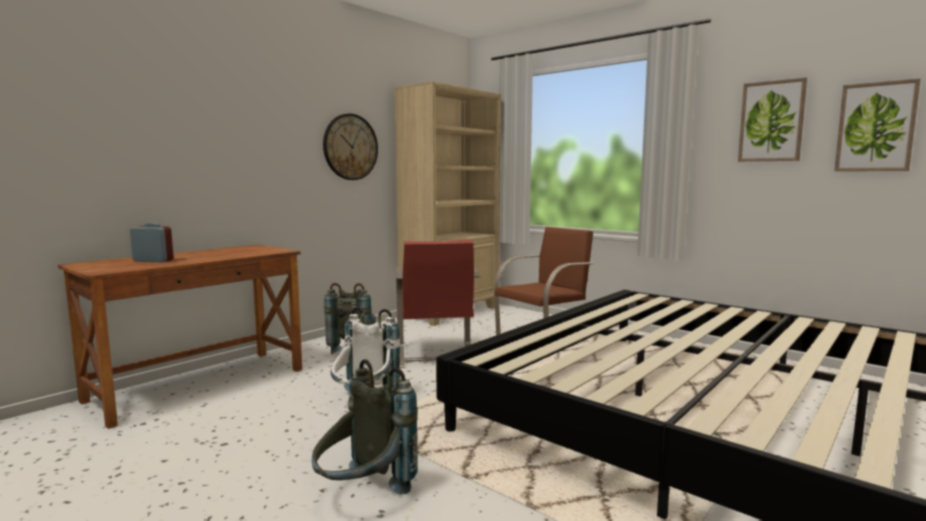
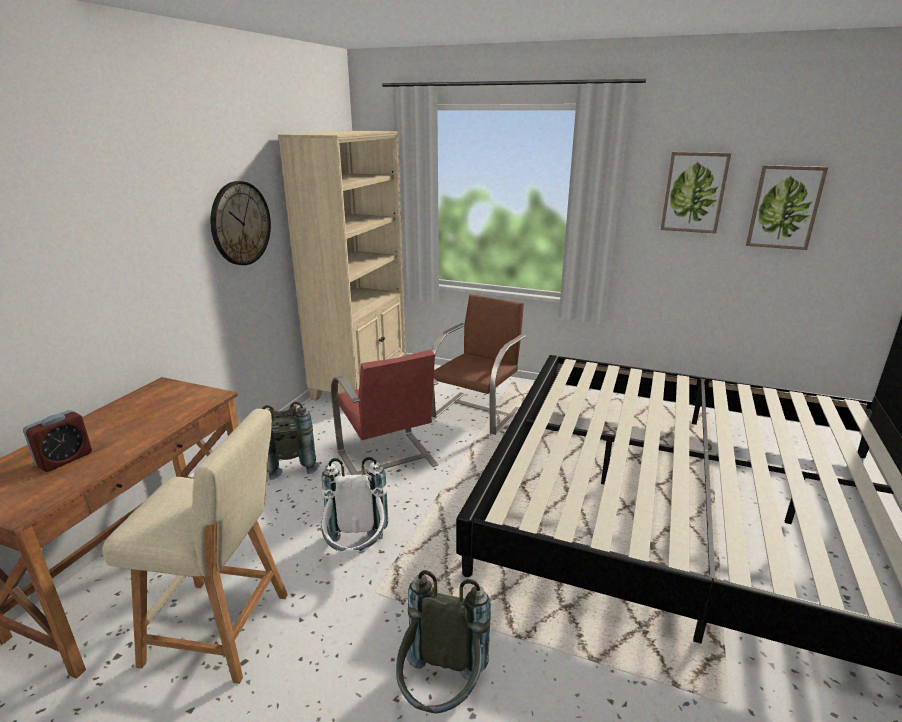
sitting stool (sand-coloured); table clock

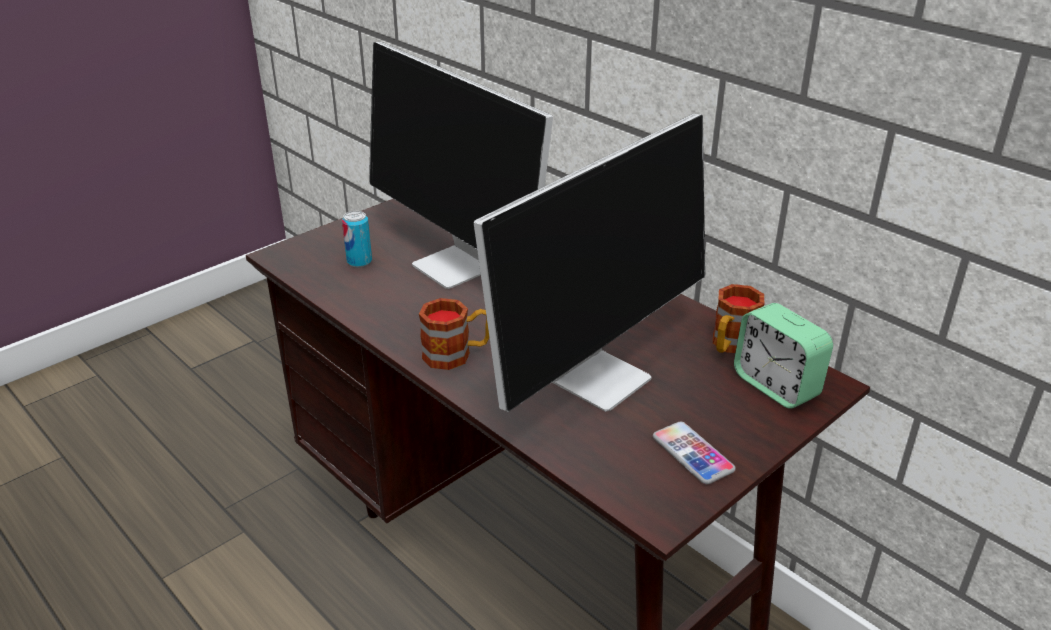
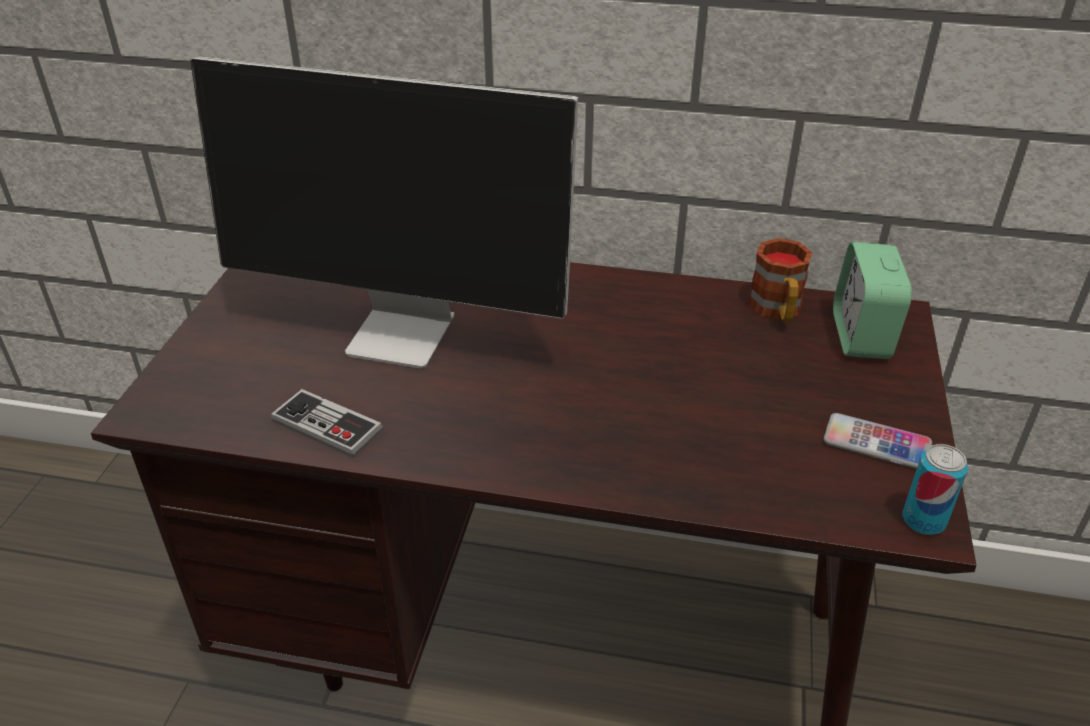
mug (1st from left in the first image); monitor (2nd from left in the first image); joypad; sealed can; table clock

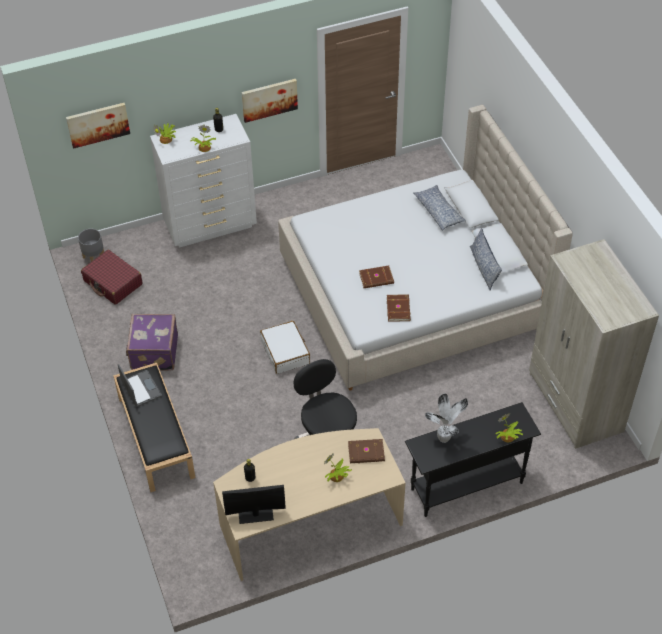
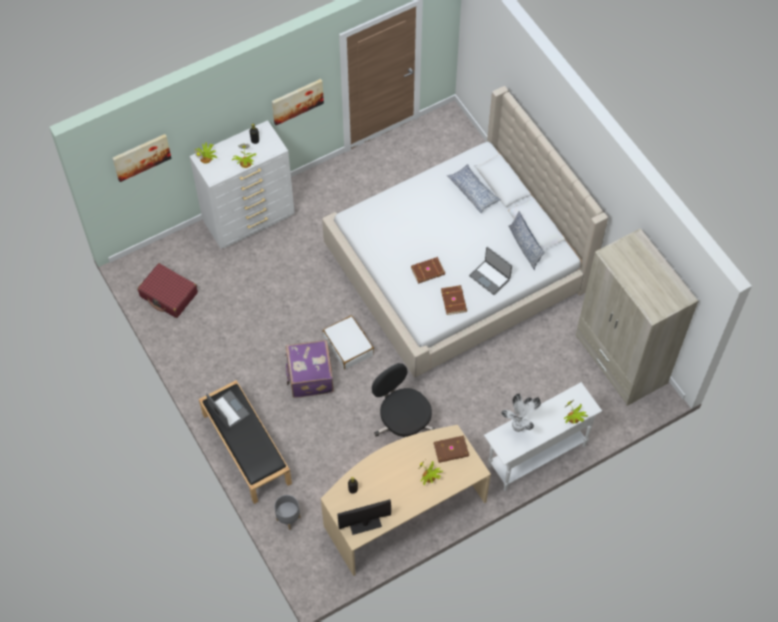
notebook computer (2nd from left); plant pot (grey); piece of luggage (purple); console table (white)

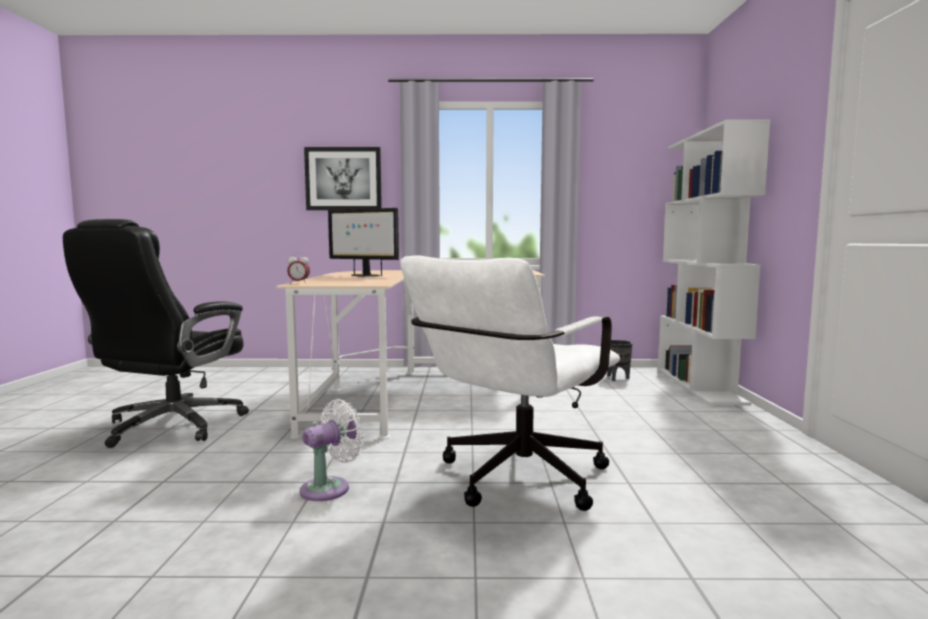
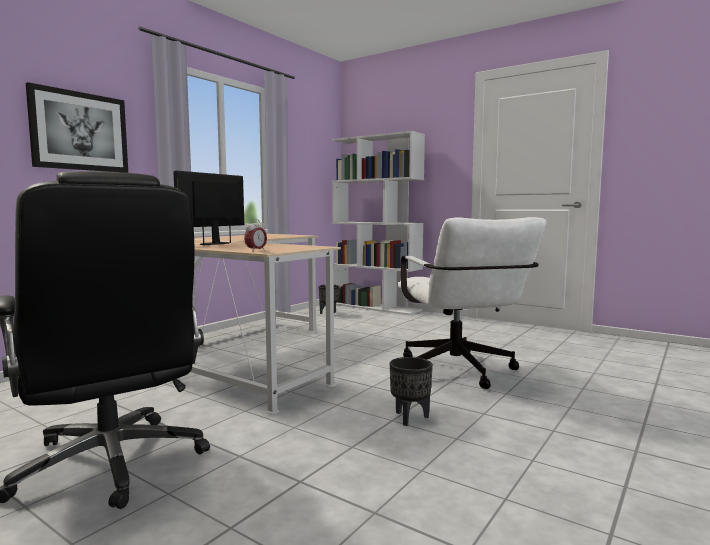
plant pot (blackish) (2nd from left); monitor

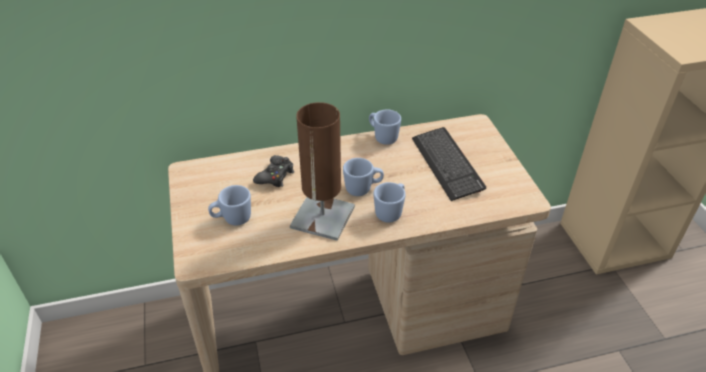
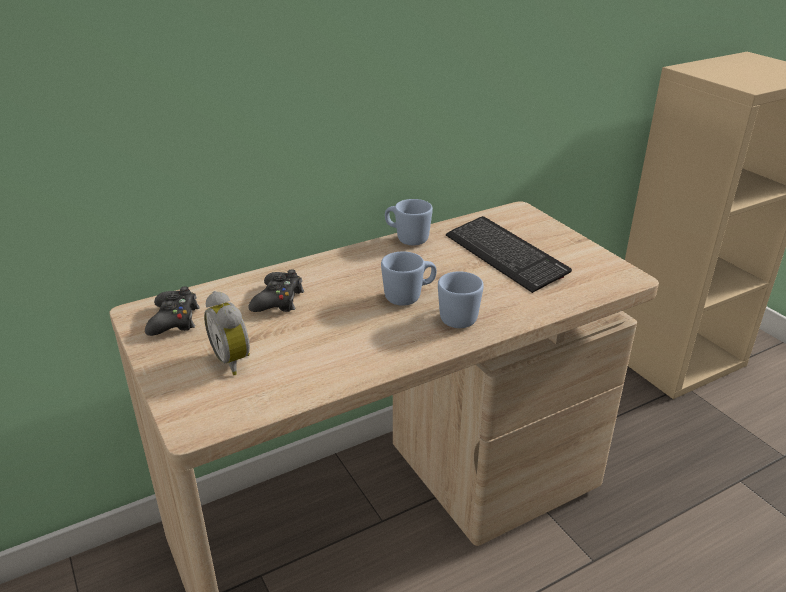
lamp for a table (brown); joypad (blackish) (1st from left); table clock

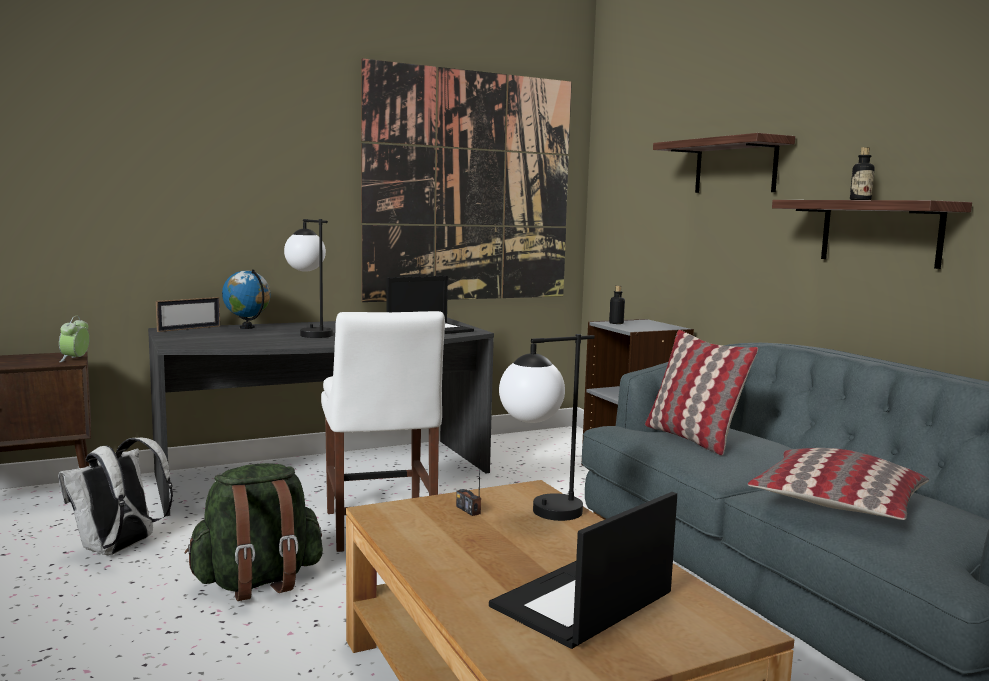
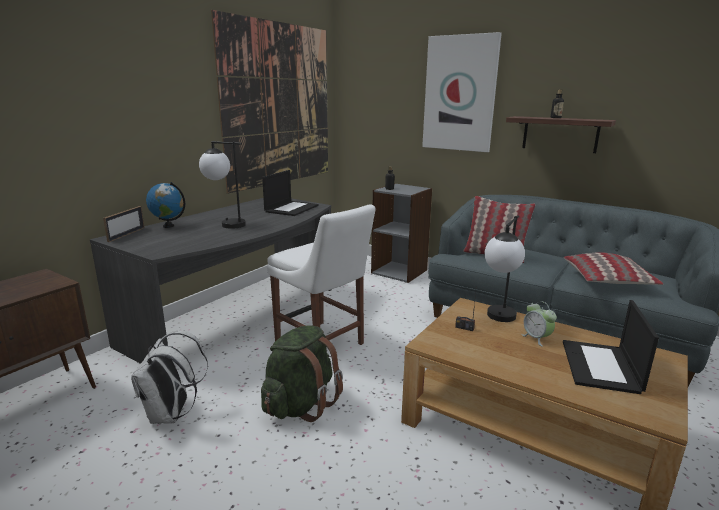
table clock; picture (2nd from left)

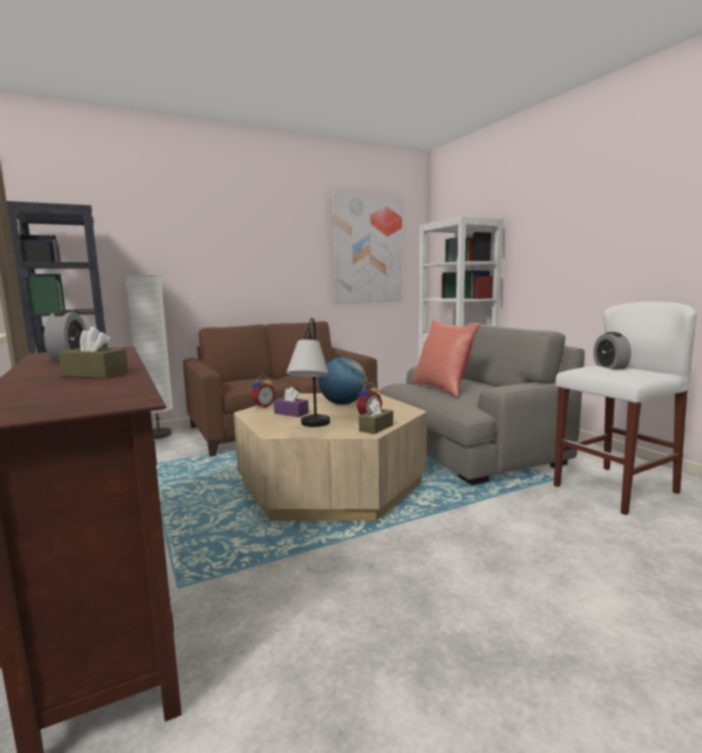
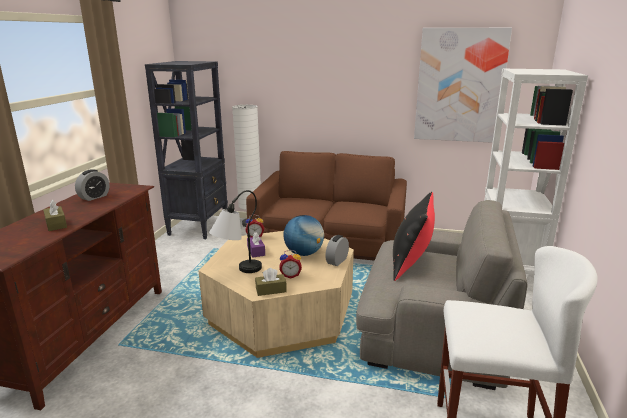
table clock (4th from left); throw pillow (blackish)

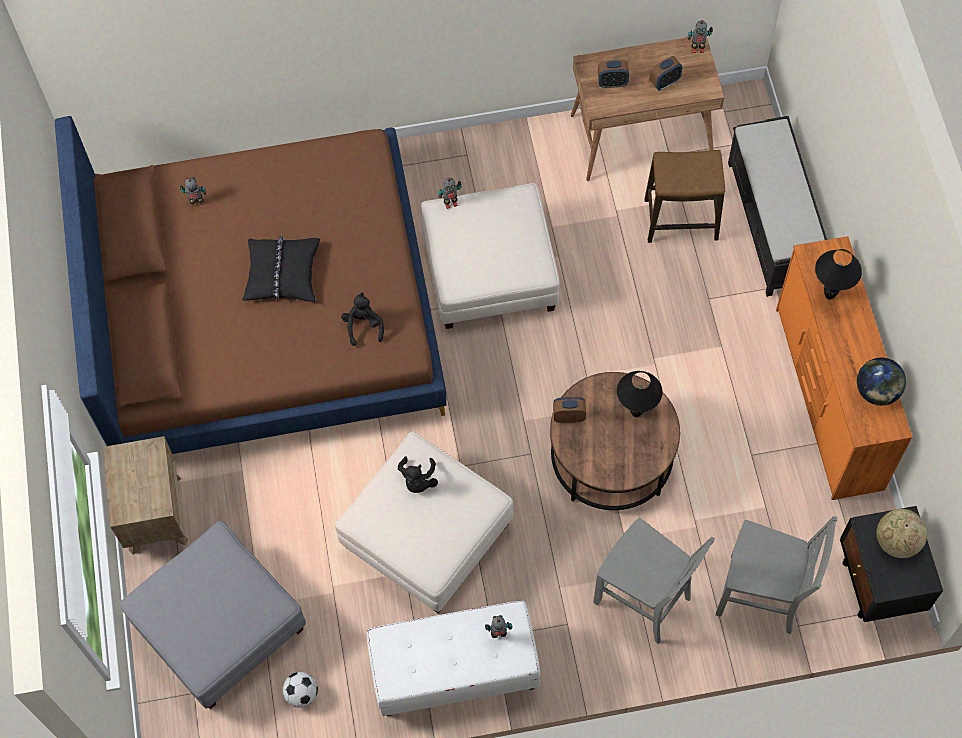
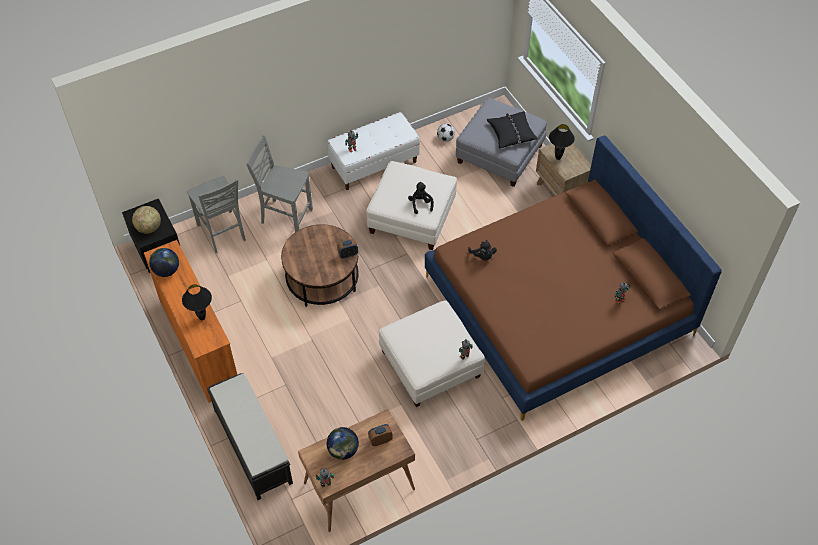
sitting stool; throw pillow (blackish); lamp for a table (blackish) (2nd from left); desk globe (3rd from left); upright chair (grey) (1st from left)

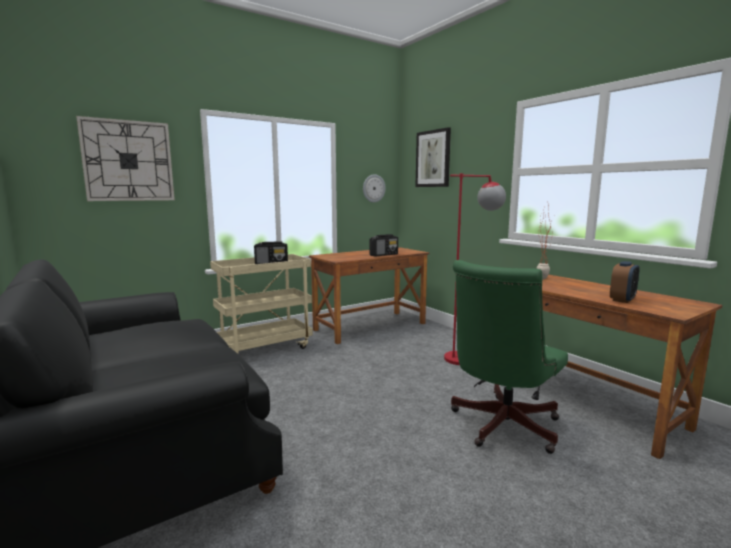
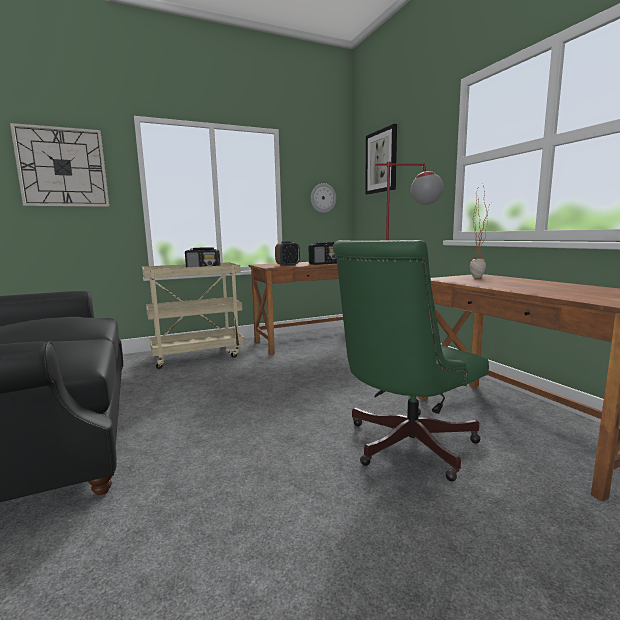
table clock

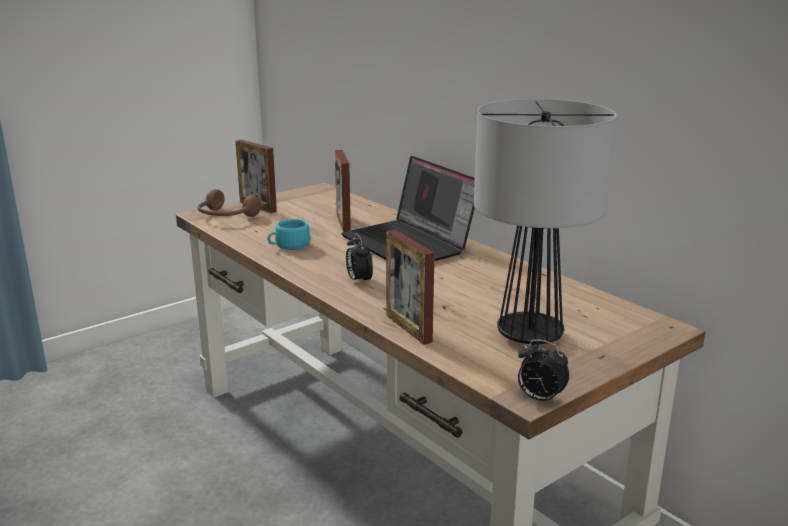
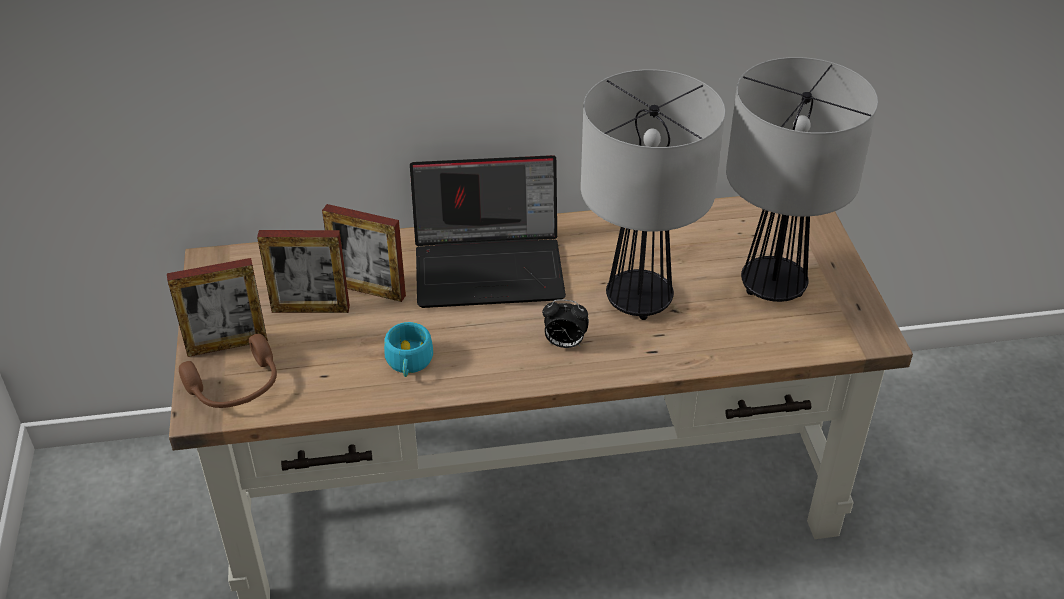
table clock (2nd from left in the first image); lamp for a table (1st from left); standing frame (2nd from left)

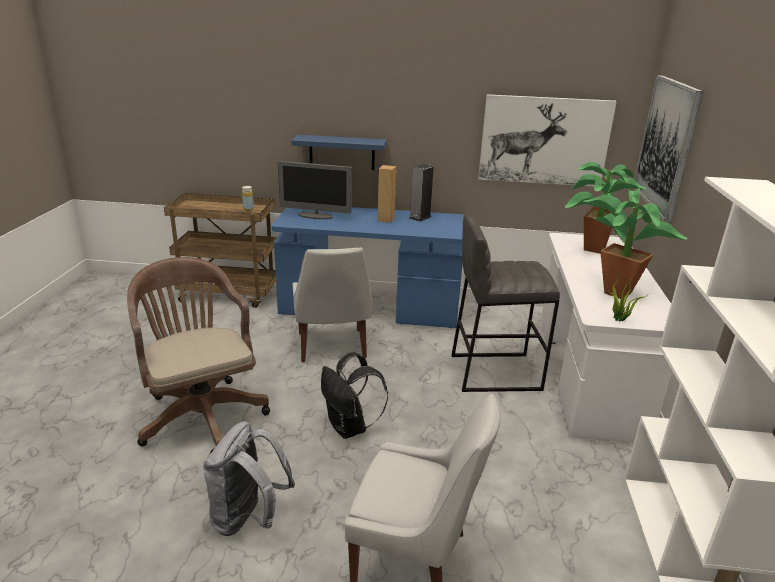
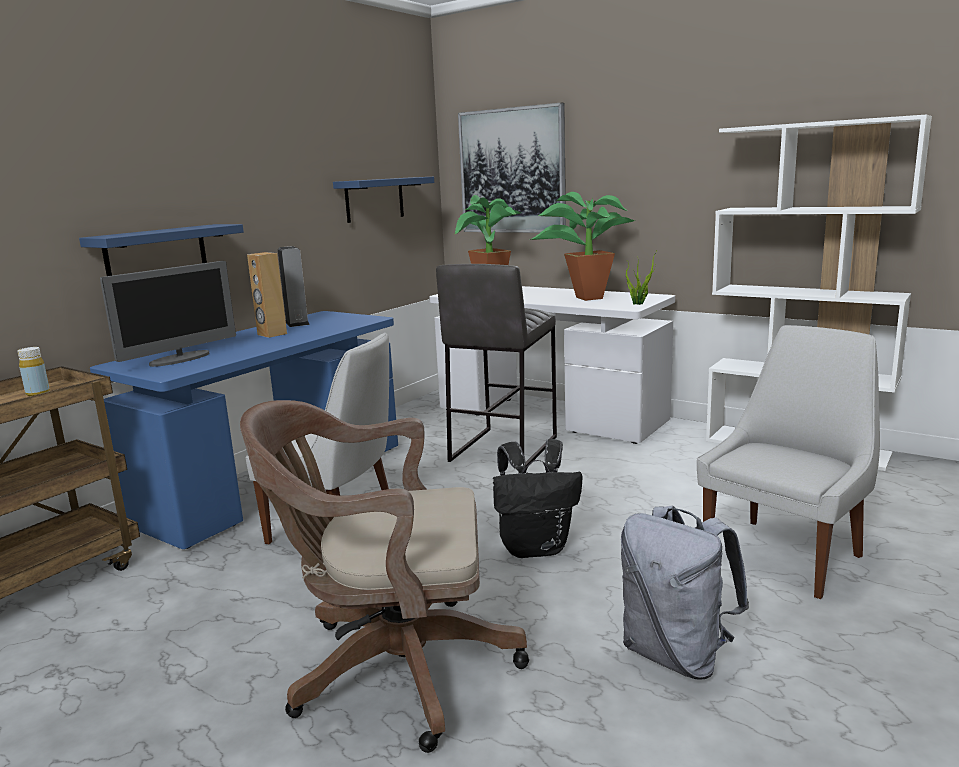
bracket shelf (blue) (2nd from left)

